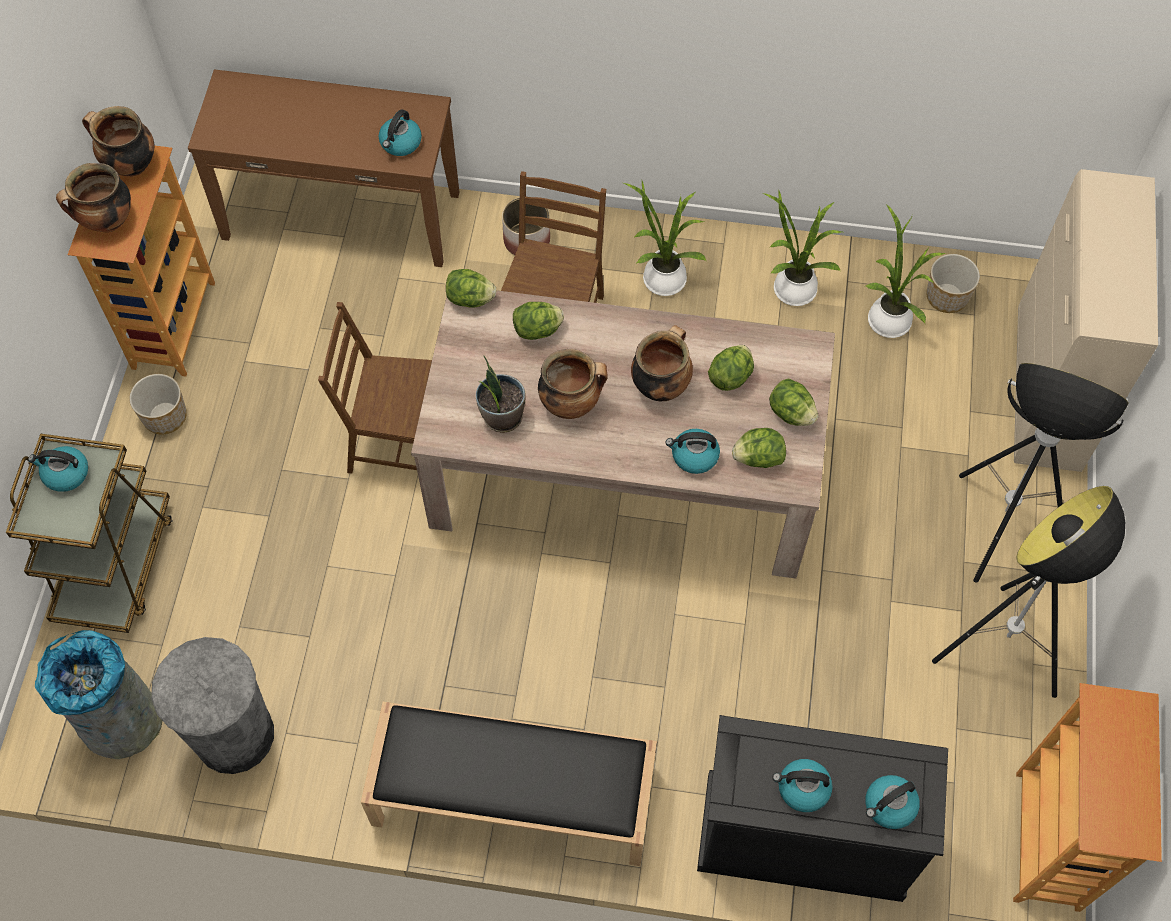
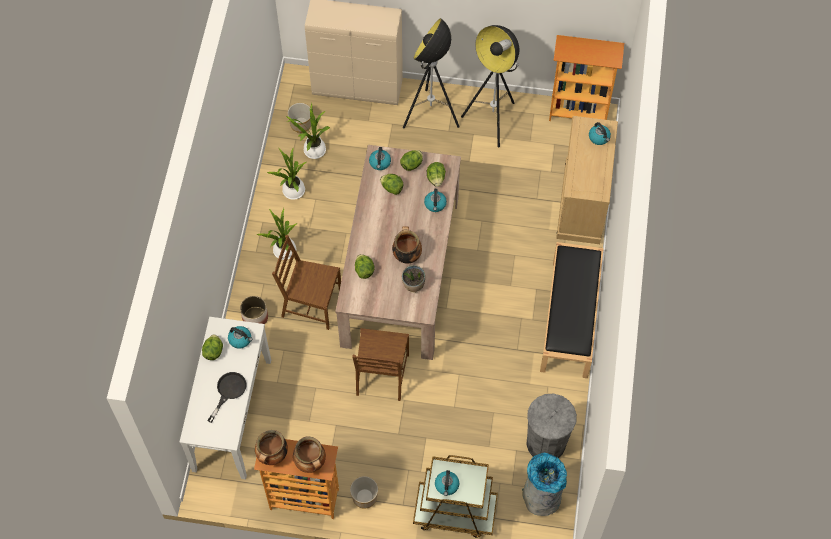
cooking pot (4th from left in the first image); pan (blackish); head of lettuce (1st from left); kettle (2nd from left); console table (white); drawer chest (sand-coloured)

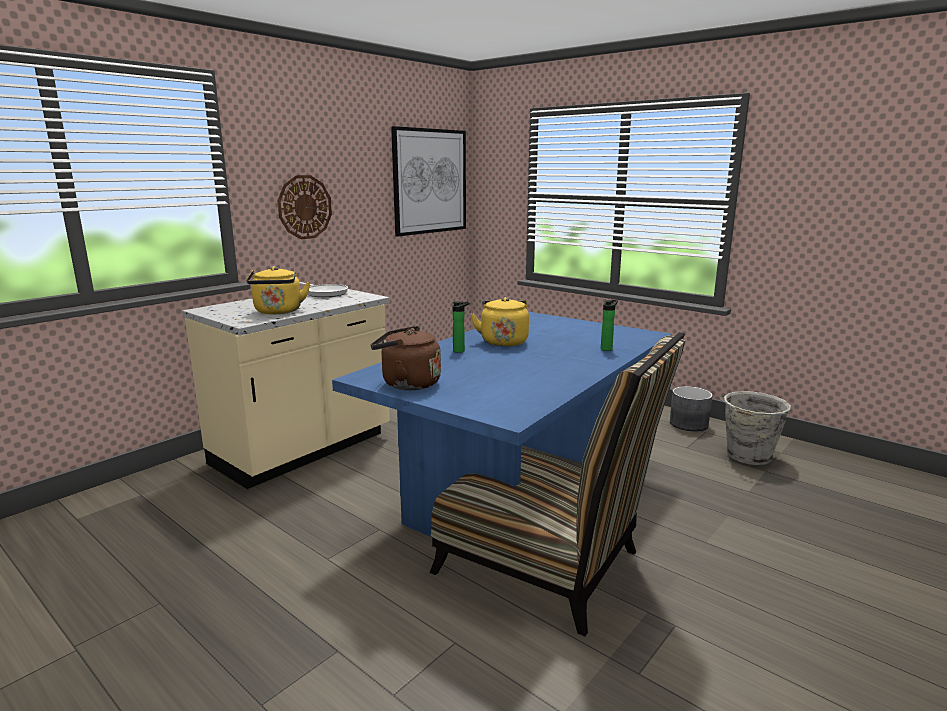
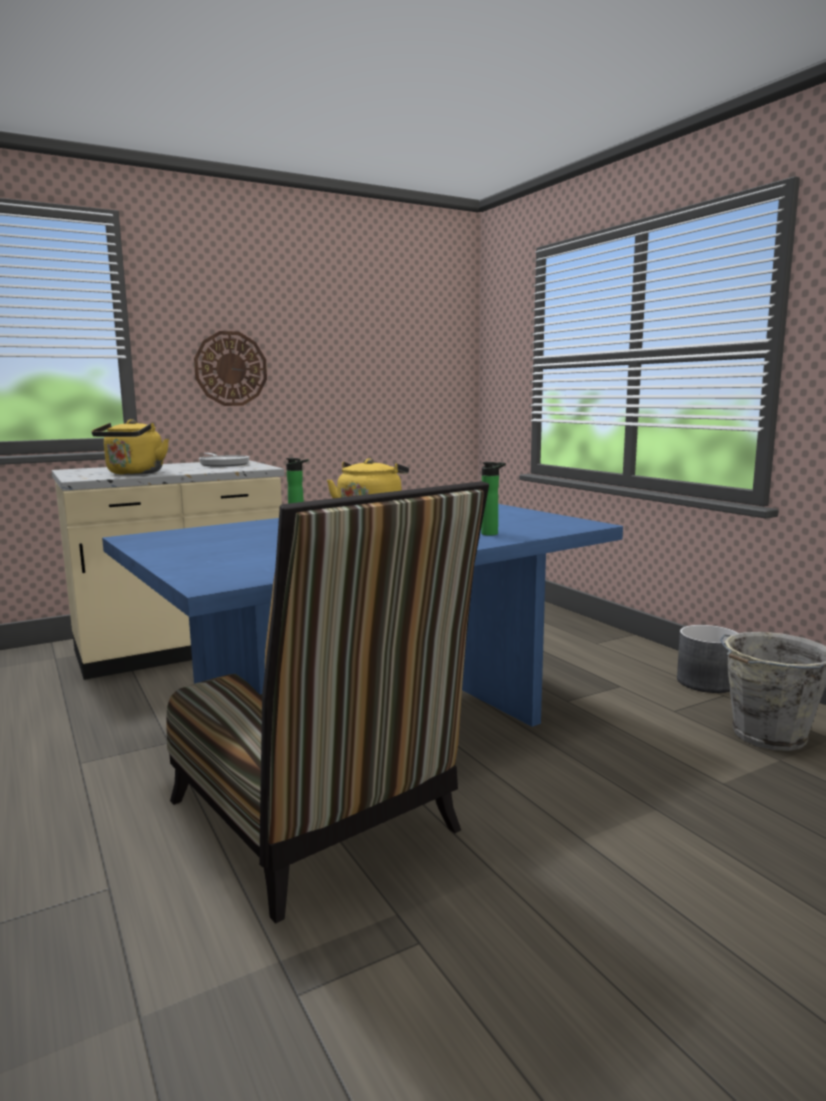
kettle (brown); picture

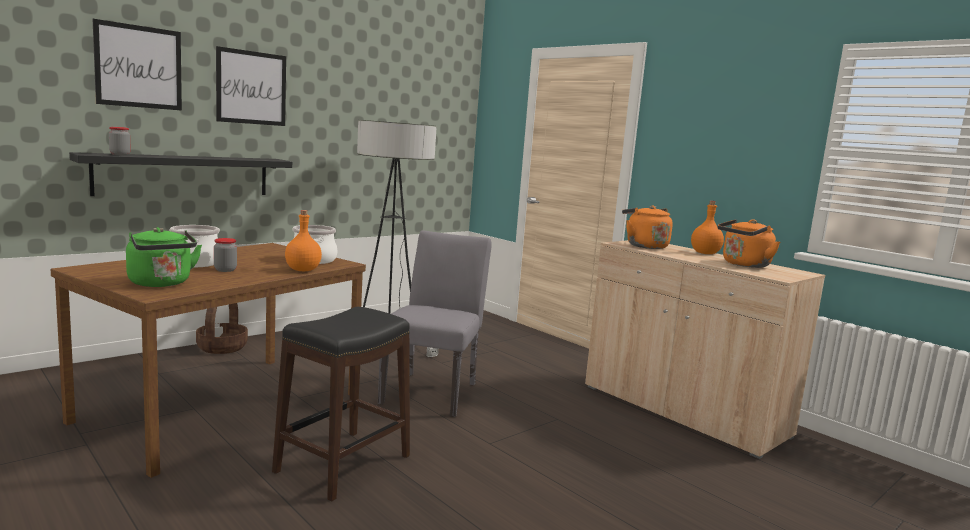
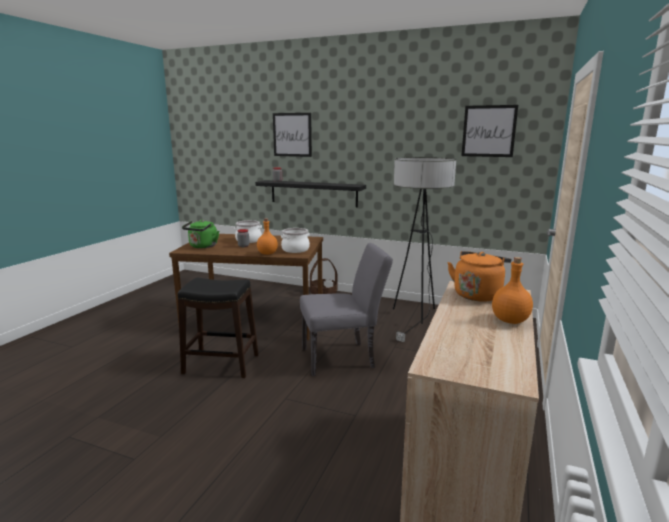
kettle (orange) (2nd from left in the first image); picture (2nd from left)

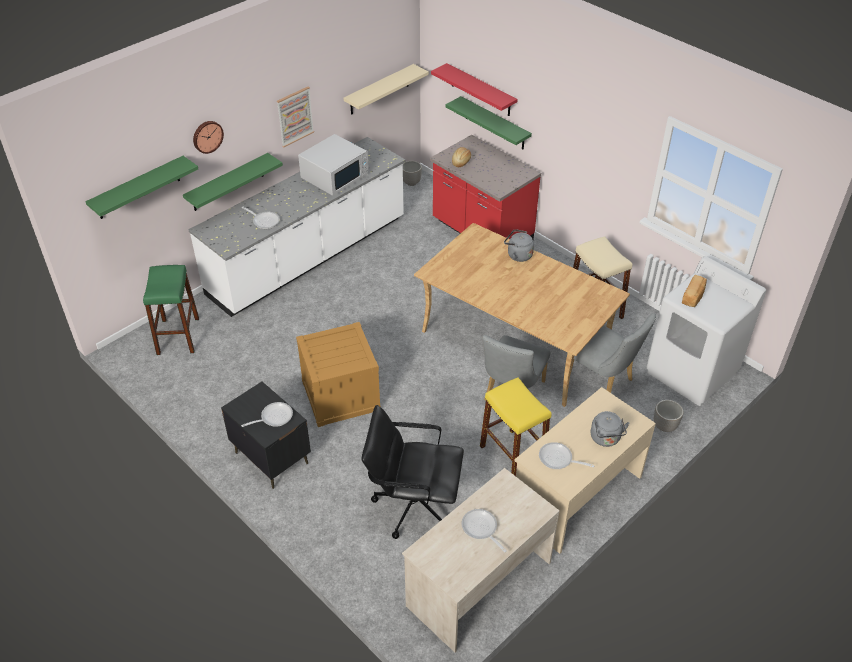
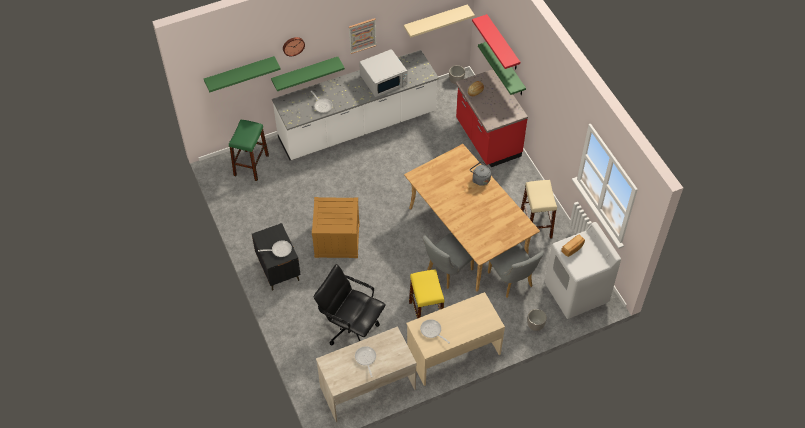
kettle (grey) (2nd from left in the first image)

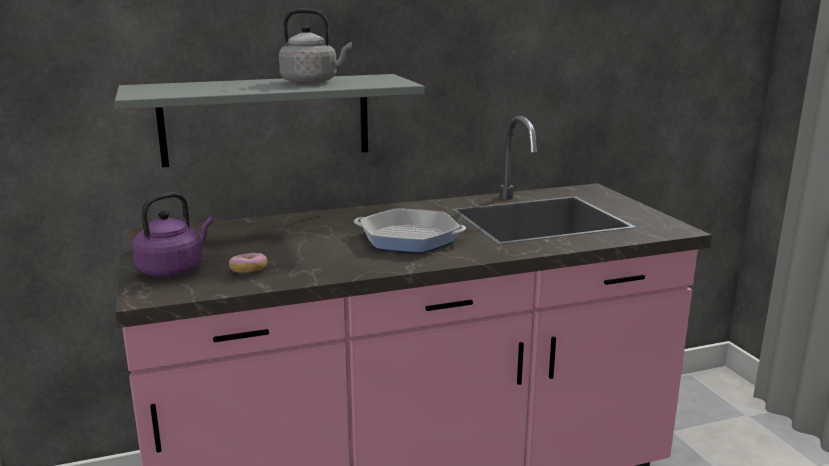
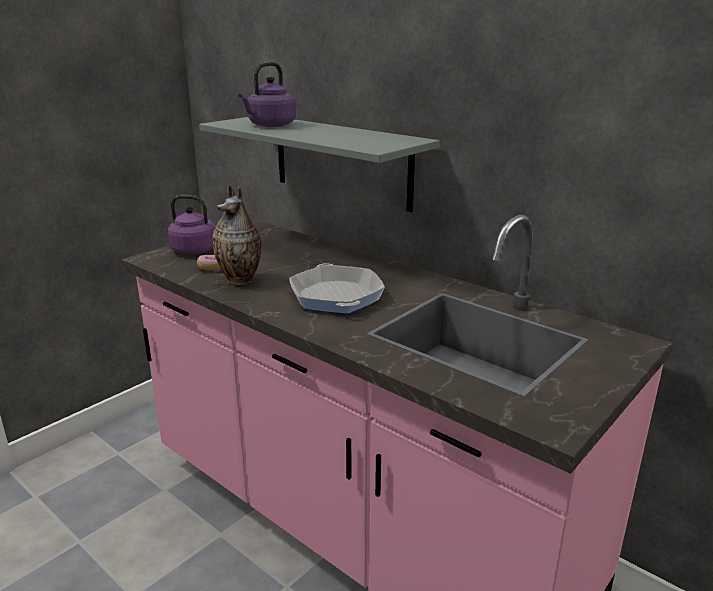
kettle (grey); vase; kettle (purple) (2nd from left)

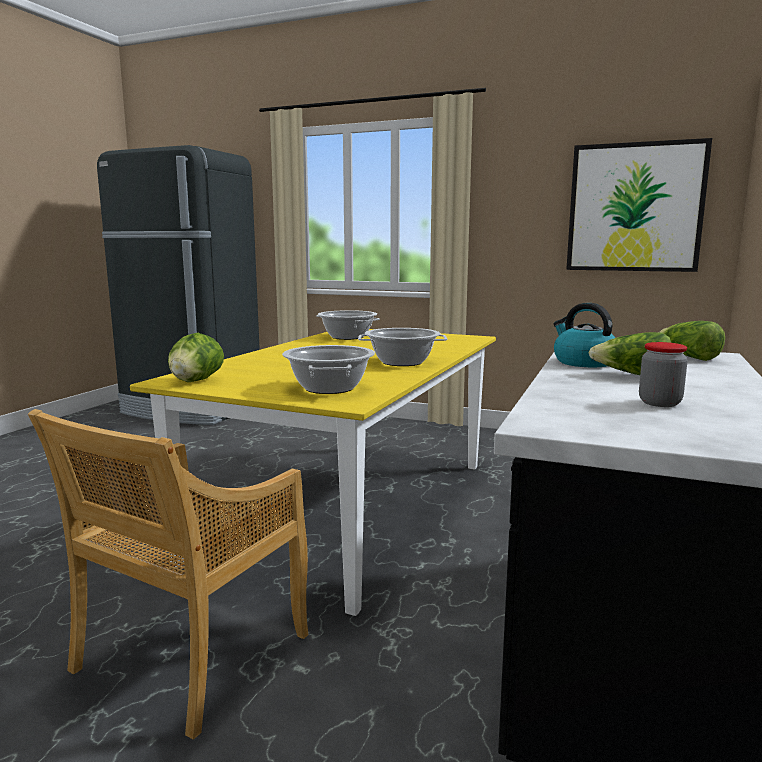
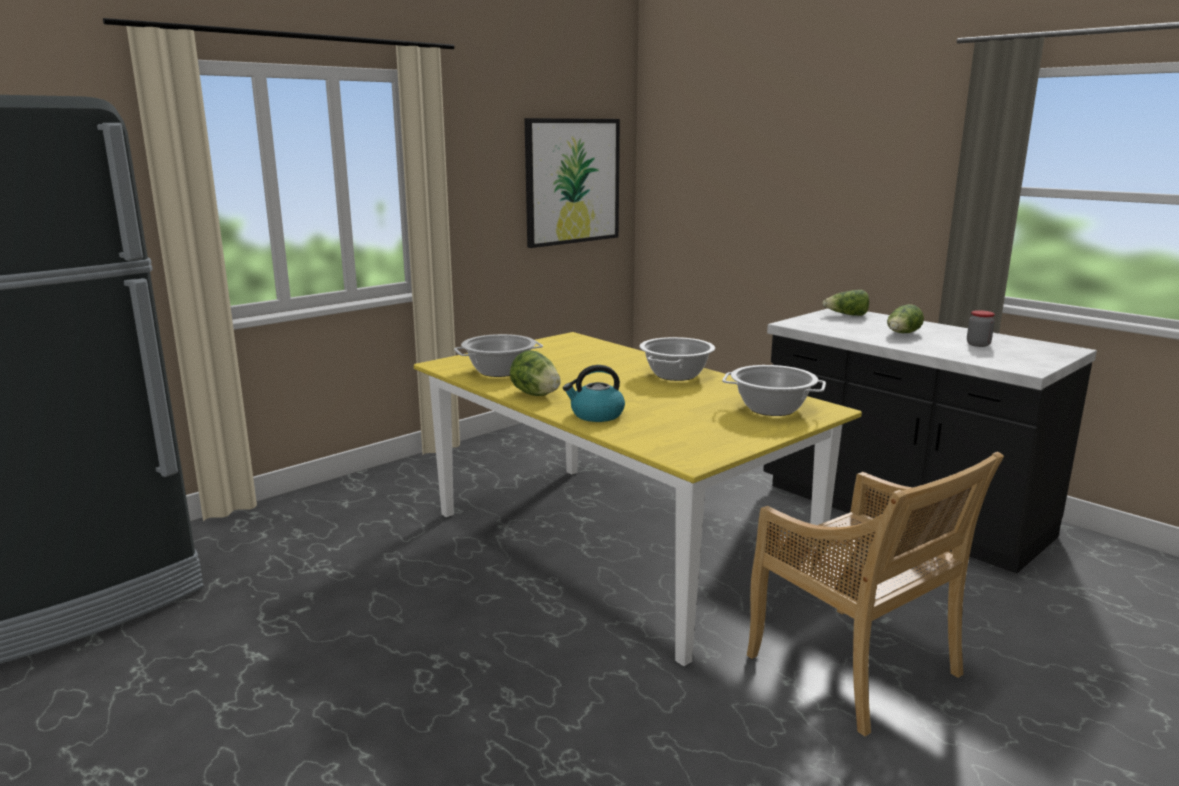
head of lettuce (1st from left); kettle

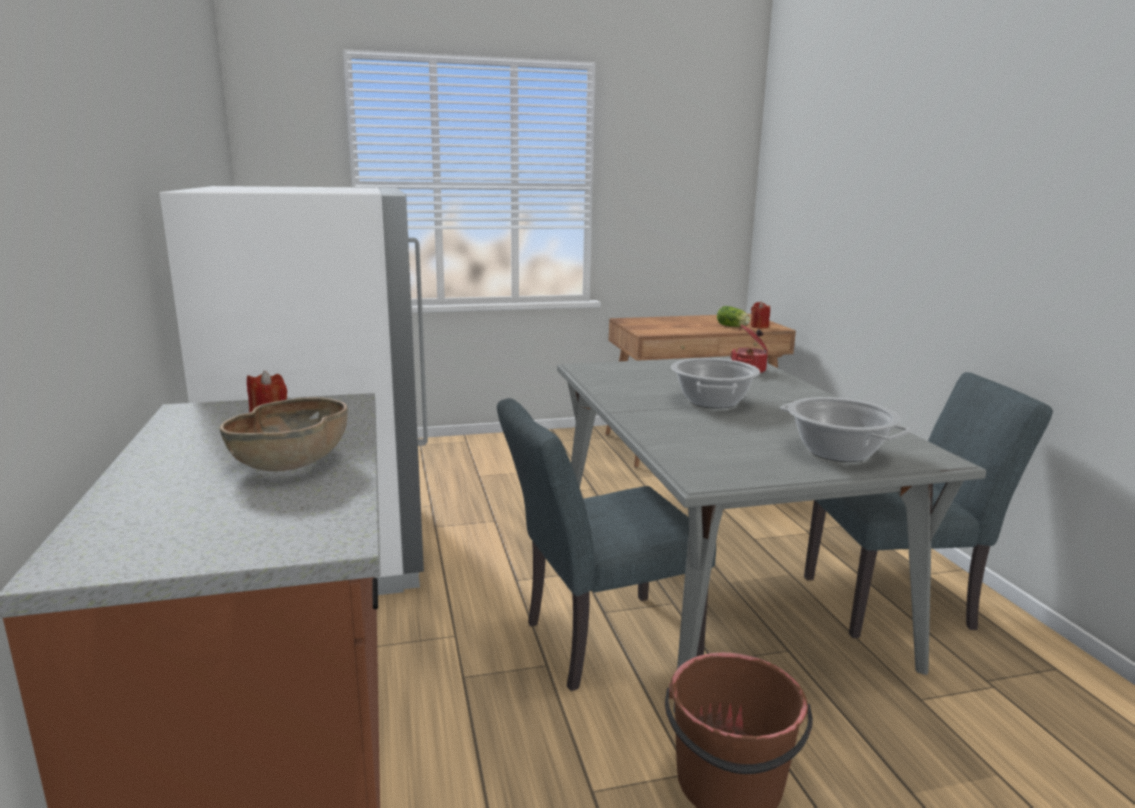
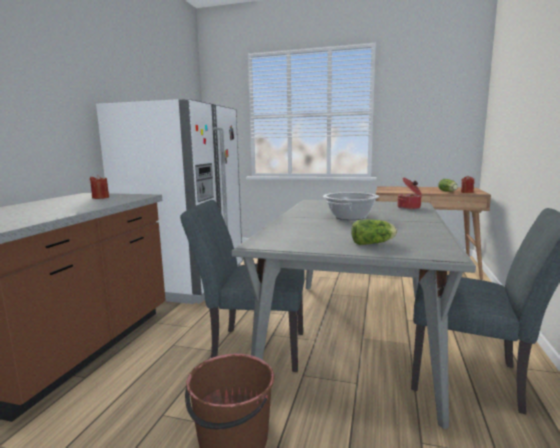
serving bowl (brown); head of lettuce (1st from left)

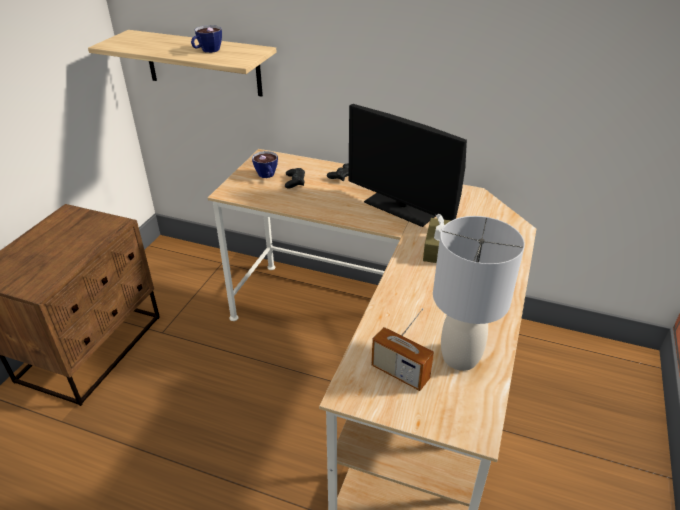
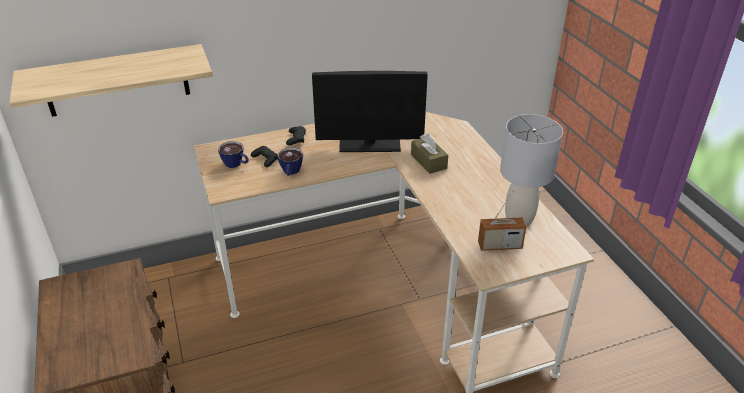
cup (2nd from left)

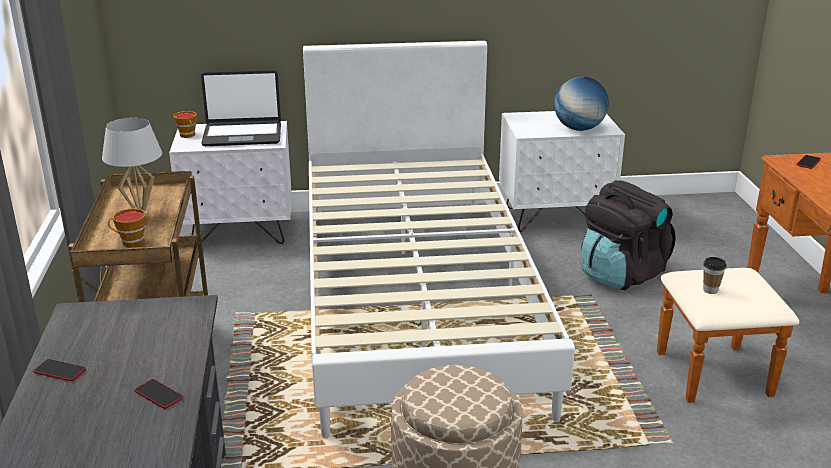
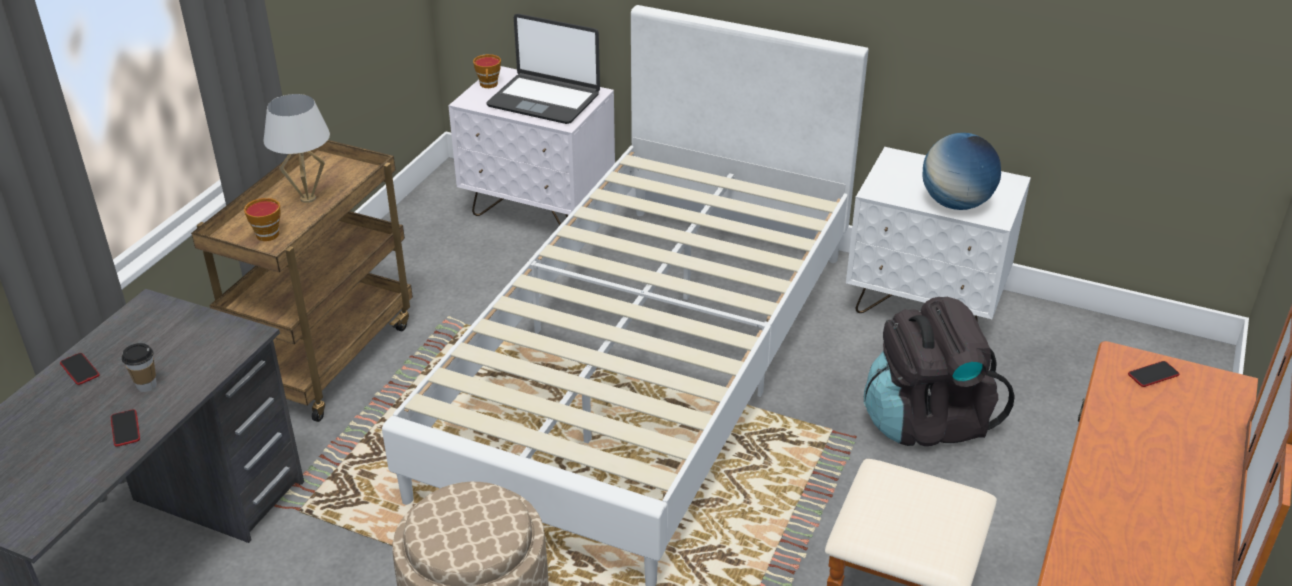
cup (1st from left)

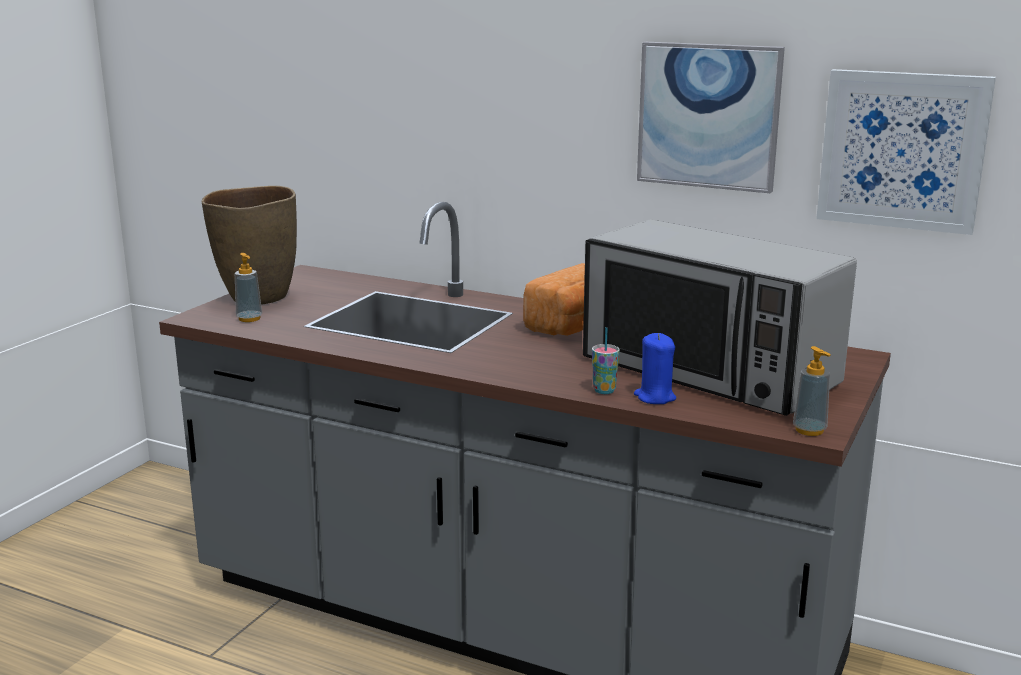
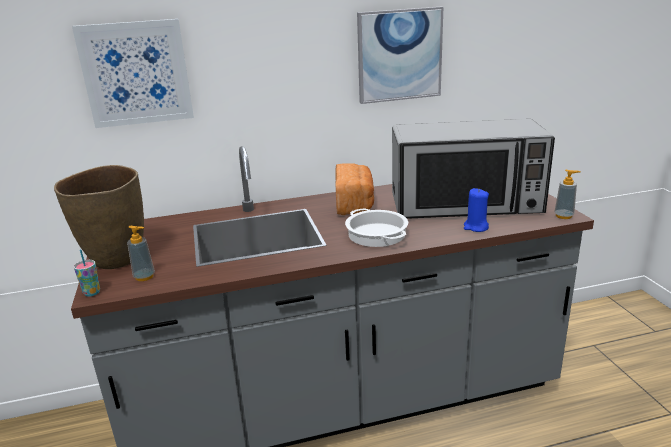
cooking pot; cup; picture (1st from left)

